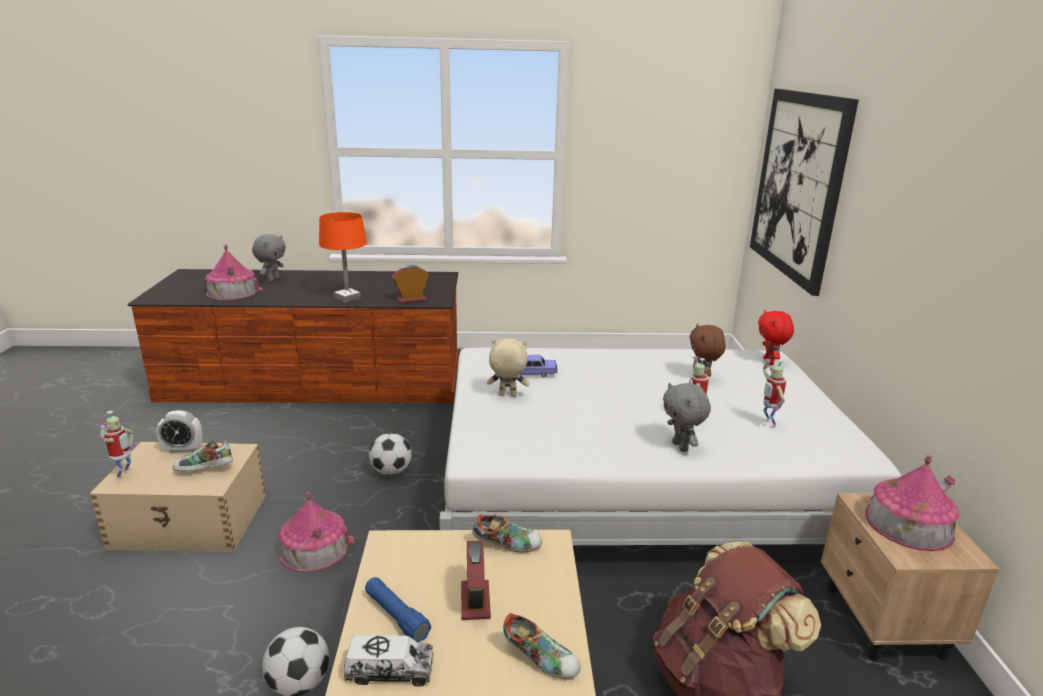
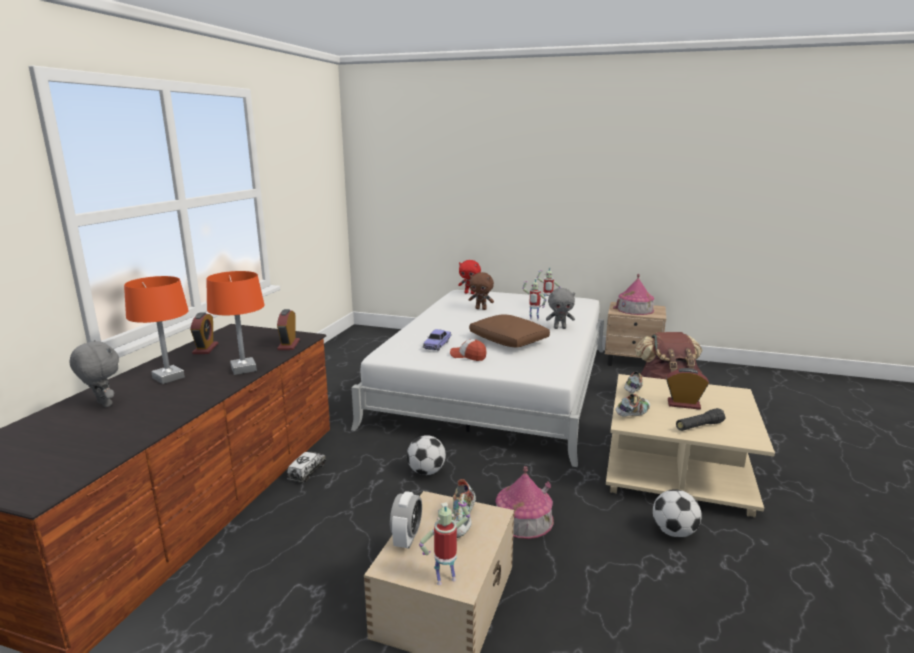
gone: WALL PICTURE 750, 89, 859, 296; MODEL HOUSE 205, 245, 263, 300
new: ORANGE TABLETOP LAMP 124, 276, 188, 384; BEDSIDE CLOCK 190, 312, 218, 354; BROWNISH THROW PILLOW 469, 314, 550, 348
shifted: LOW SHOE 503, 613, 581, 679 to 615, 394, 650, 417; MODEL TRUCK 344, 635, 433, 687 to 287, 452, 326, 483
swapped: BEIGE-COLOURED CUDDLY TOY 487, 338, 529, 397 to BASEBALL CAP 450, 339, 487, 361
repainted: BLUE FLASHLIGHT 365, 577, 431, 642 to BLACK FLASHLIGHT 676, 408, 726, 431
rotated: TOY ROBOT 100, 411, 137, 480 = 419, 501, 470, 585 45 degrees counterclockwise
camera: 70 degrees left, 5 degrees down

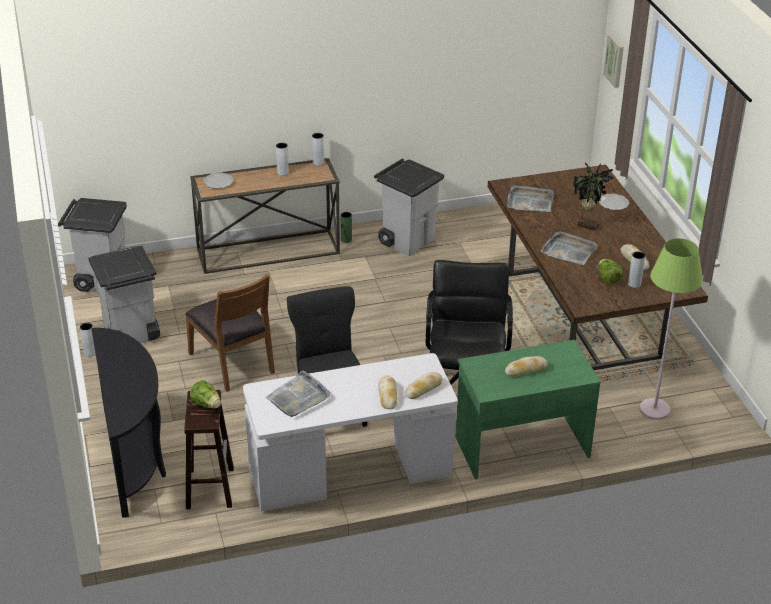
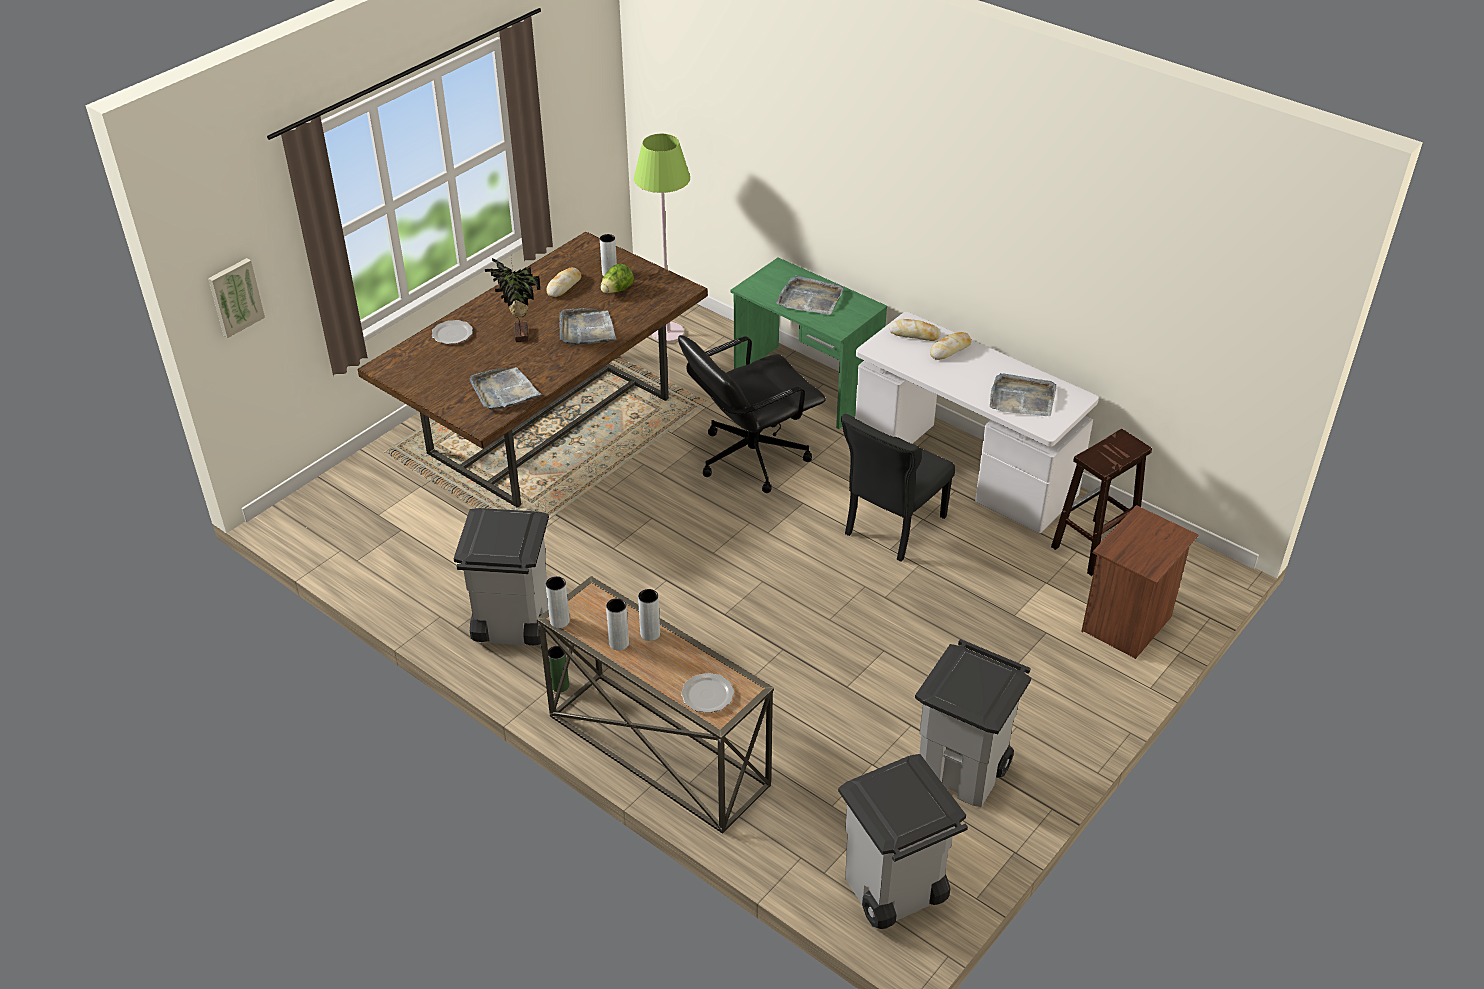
gone: BROWNISH CHAIR 185, 274, 275, 392; HEAD OF LETTUCE 190, 380, 221, 408
shifted: GREY VASE 80, 323, 96, 357 to 638, 589, 660, 641
swapped: BLACK HALL TABLE 91, 328, 166, 518 to BROWNISH NIGHTSTAND 1081, 505, 1198, 659; BAKED BREAD 505, 356, 548, 376 to GREY SERVING TRAY 776, 275, 844, 315
camera: 125 degrees left, 5 degrees up

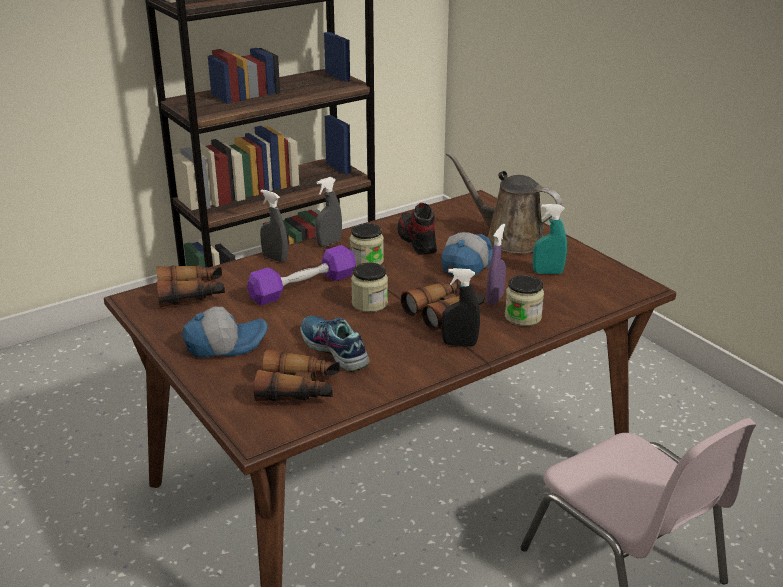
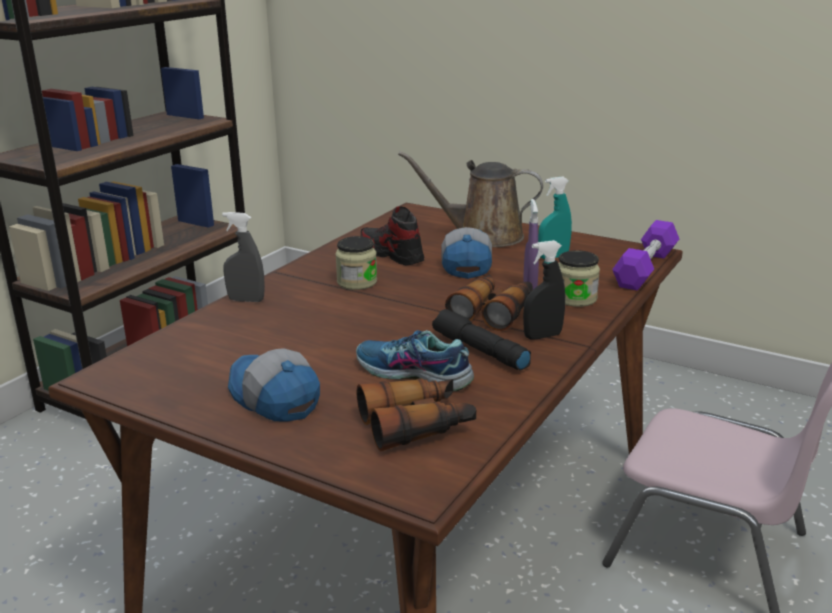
gone: GREY SPRAY BOTTLE 315, 177, 342, 247; STORAGE JAR 351, 262, 388, 312; BINOCULARS 156, 265, 225, 308
new: BLACK FLASHLIGHT 432, 309, 531, 371
shifted: PURPLE-COLOURED FREE WEIGHT 247, 245, 356, 306 to 612, 220, 679, 291
rotated: BASEBALL CAP 182, 306, 268, 358 = 228, 348, 320, 422 90 degrees counterclockwise
camera: 25 degrees left, 5 degrees down

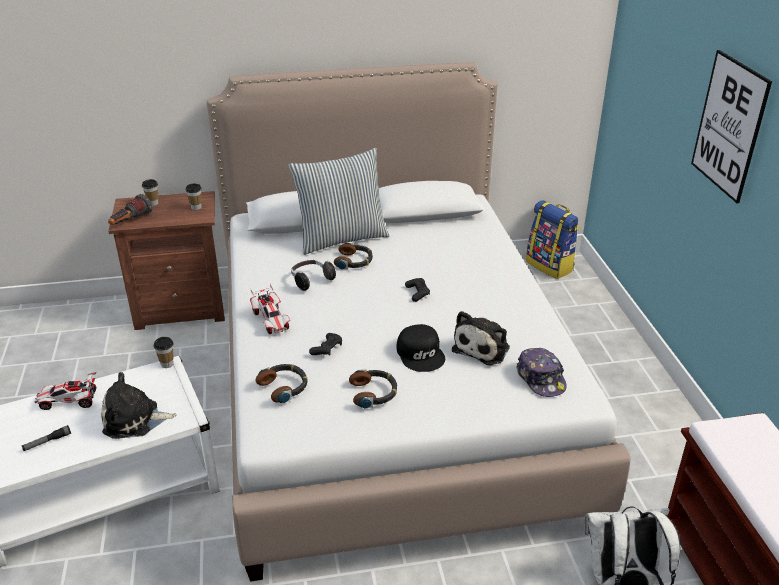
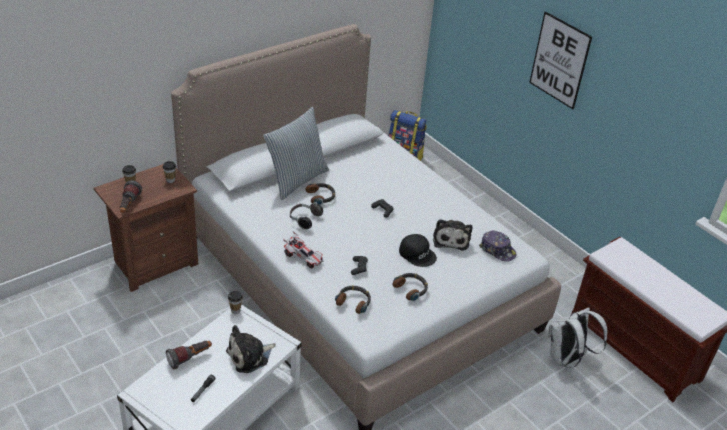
swapped: MINIATURE CAR 34, 372, 97, 410 to FLASHLIGHT 166, 341, 212, 369
camera: 30 degrees left, 5 degrees up

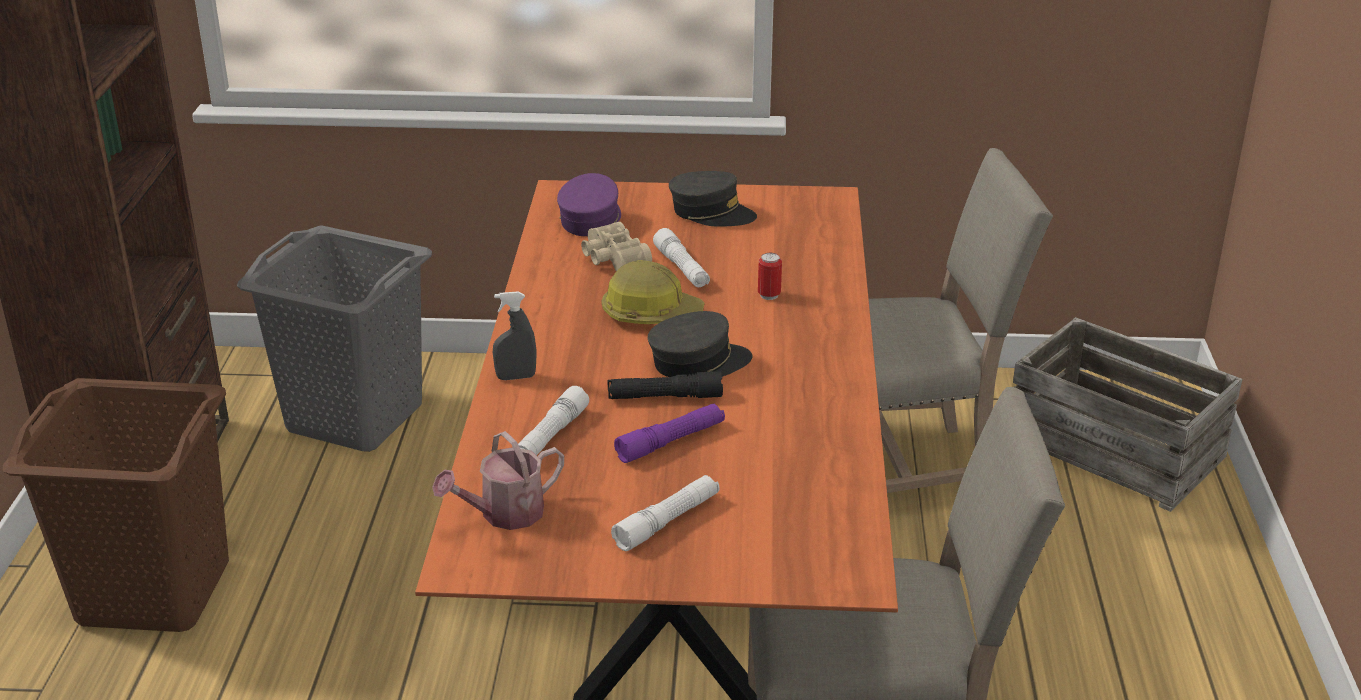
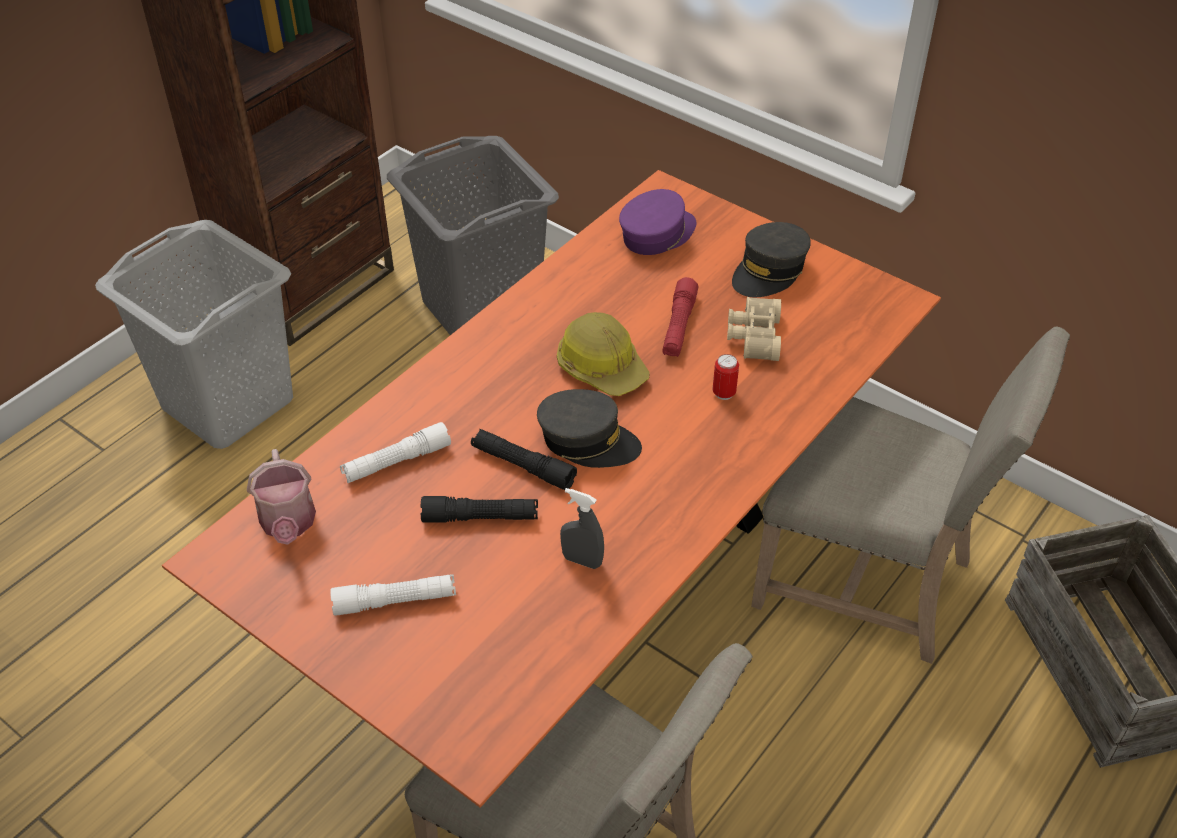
shifted: BEIGE-COLOURED BINOCULARS 581, 222, 652, 271 to 727, 297, 781, 361; GREY SPRAY BOTTLE 493, 291, 536, 380 to 560, 488, 604, 569
repainted: WHITE FLASHLIGHT 653, 228, 710, 287 to REDDISH FLASHLIGHT 663, 277, 698, 357; BROWNISH WASHING BASKET 3, 378, 229, 632 to GREY WASHING BASKET 95, 220, 293, 449; PURPLE-COLOURED FLASHLIGHT 614, 403, 725, 463 to BLACK FLASHLIGHT 421, 496, 538, 522
rotated: GREY BASEBALL CAP 669, 171, 757, 227 = 732, 222, 811, 297 75 degrees clockwise; SPRINKLING CAN 432, 431, 564, 530 = 247, 449, 316, 545 105 degrees counterclockwise
camera: 35 degrees right, 15 degrees up

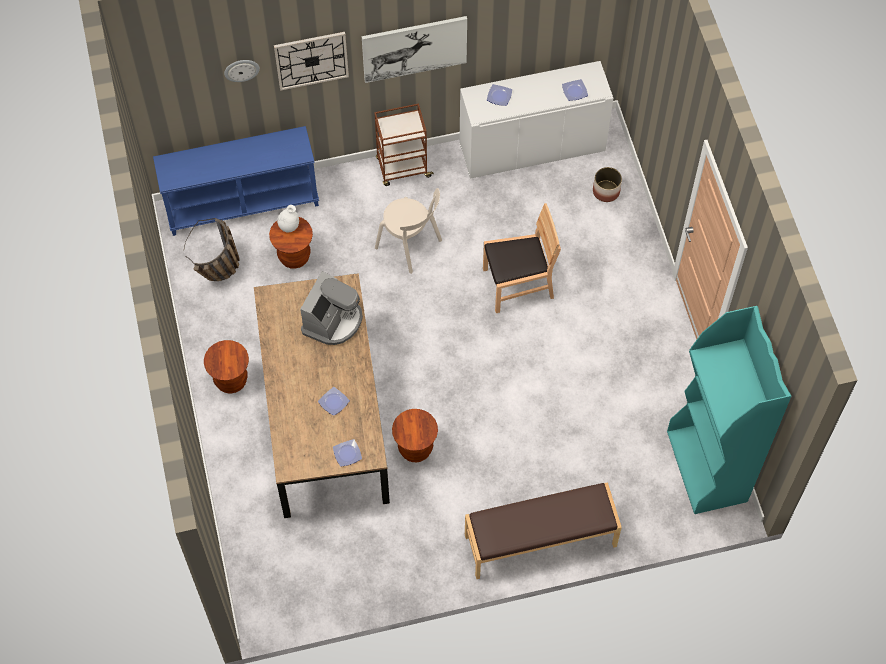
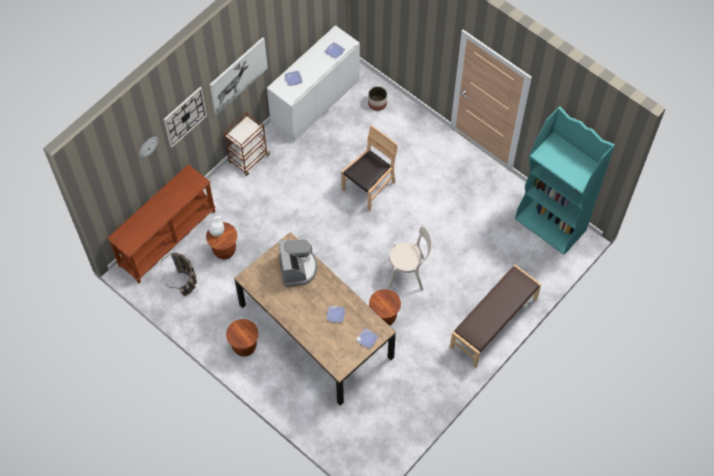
shifted: BEIGE-COLOURED CHAIR 375, 188, 442, 274 to 388, 226, 432, 291
repainted: BLUE HALL TABLE 153, 126, 319, 236 to BROWNISH HALL TABLE 108, 164, 215, 283
camera: 35 degrees left, 0 degrees up

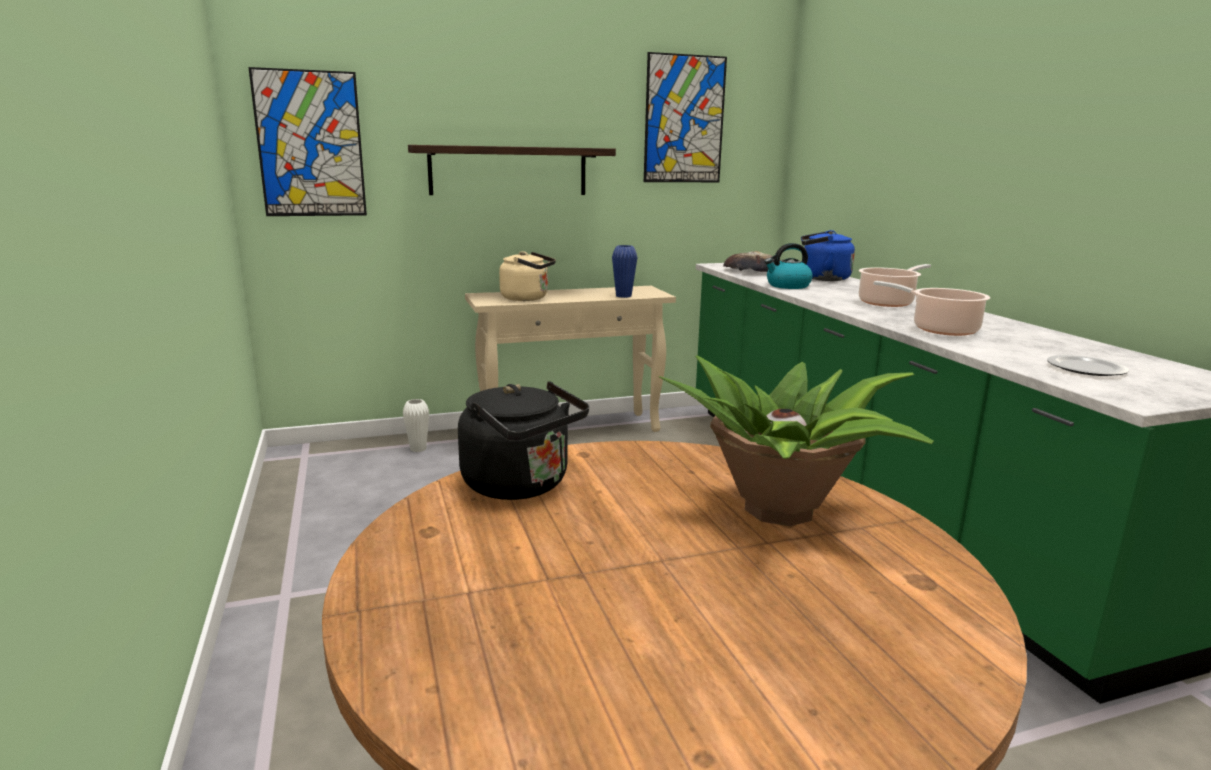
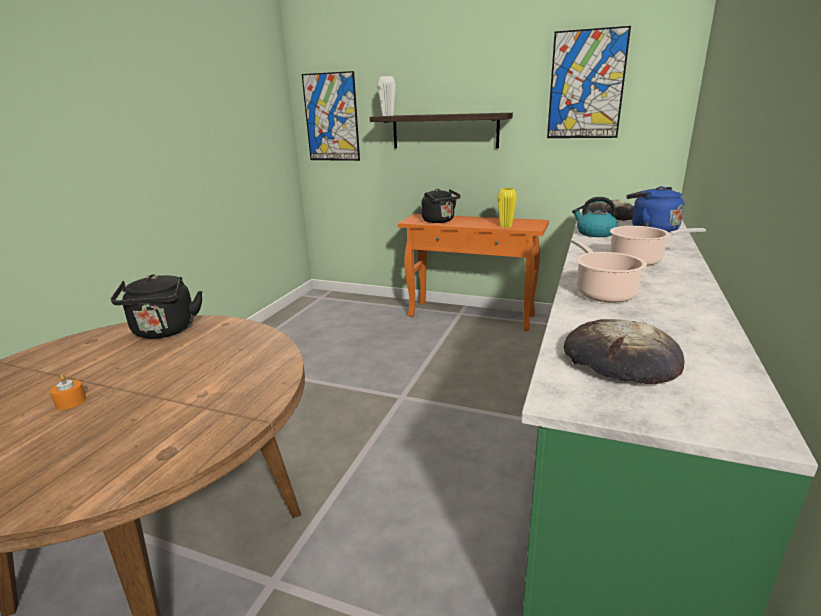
gone: HOUSEPLANT 659, 355, 934, 526
new: ORANGE CANDLE 50, 374, 86, 410
shifted: WHITE VASE 403, 399, 429, 452 to 377, 76, 396, 116
swapped: FLAT DISH 1047, 355, 1129, 376 to BAKED BREAD 564, 319, 684, 384
repainted: BLUE VASE 612, 245, 637, 298 to YELLOWISH VASE 498, 188, 517, 228; BEIGE-COLOURED KETTLE 499, 251, 556, 301 to BLACK KETTLE 421, 189, 461, 223; BEIGE-COLOURED HALL TABLE 465, 286, 676, 432 to ORANGE HALL TABLE 398, 214, 549, 331
camera: 40 degrees right, 5 degrees up

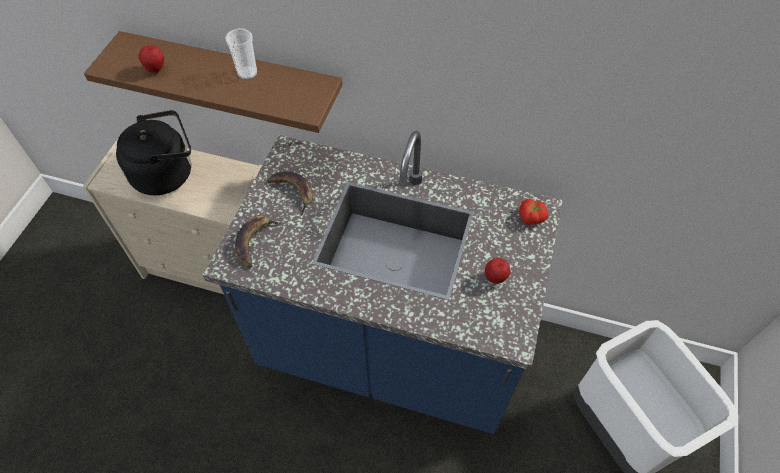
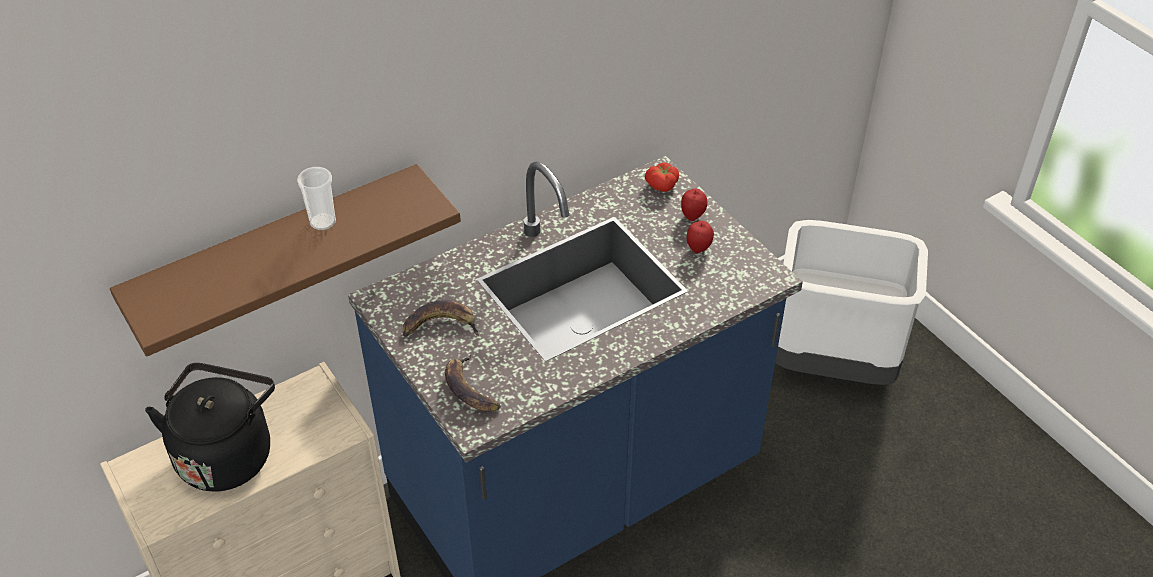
shifted: APPLE 139, 45, 164, 73 to 681, 188, 707, 221
camera: 50 degrees left, 10 degrees down

